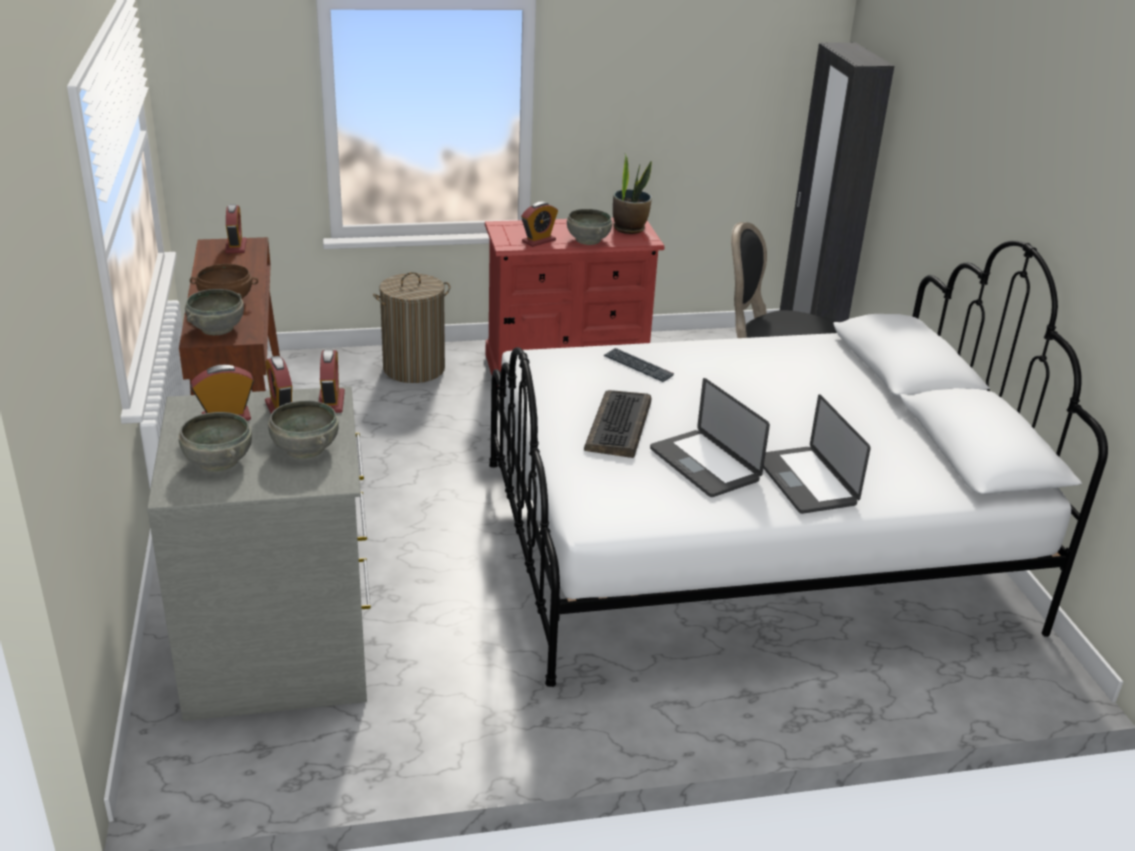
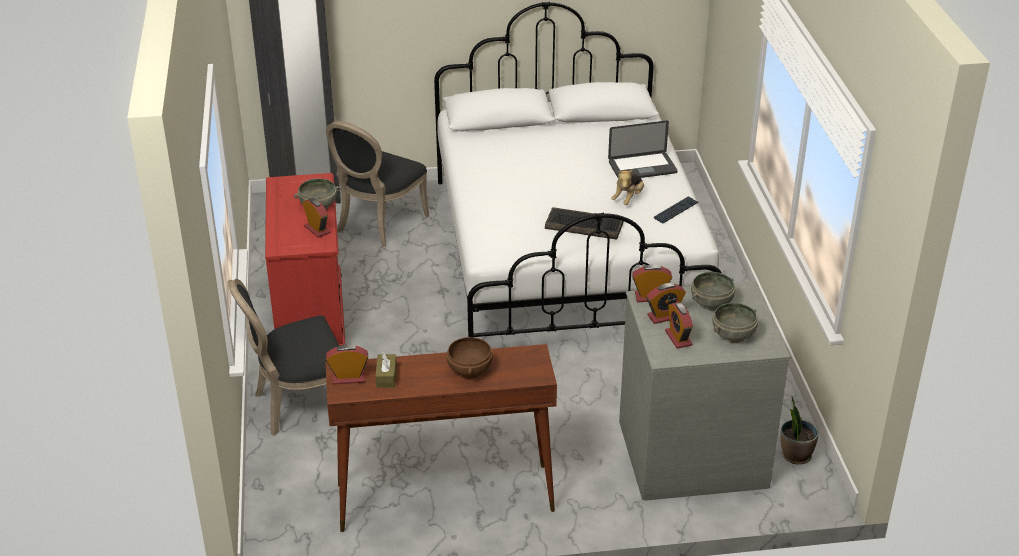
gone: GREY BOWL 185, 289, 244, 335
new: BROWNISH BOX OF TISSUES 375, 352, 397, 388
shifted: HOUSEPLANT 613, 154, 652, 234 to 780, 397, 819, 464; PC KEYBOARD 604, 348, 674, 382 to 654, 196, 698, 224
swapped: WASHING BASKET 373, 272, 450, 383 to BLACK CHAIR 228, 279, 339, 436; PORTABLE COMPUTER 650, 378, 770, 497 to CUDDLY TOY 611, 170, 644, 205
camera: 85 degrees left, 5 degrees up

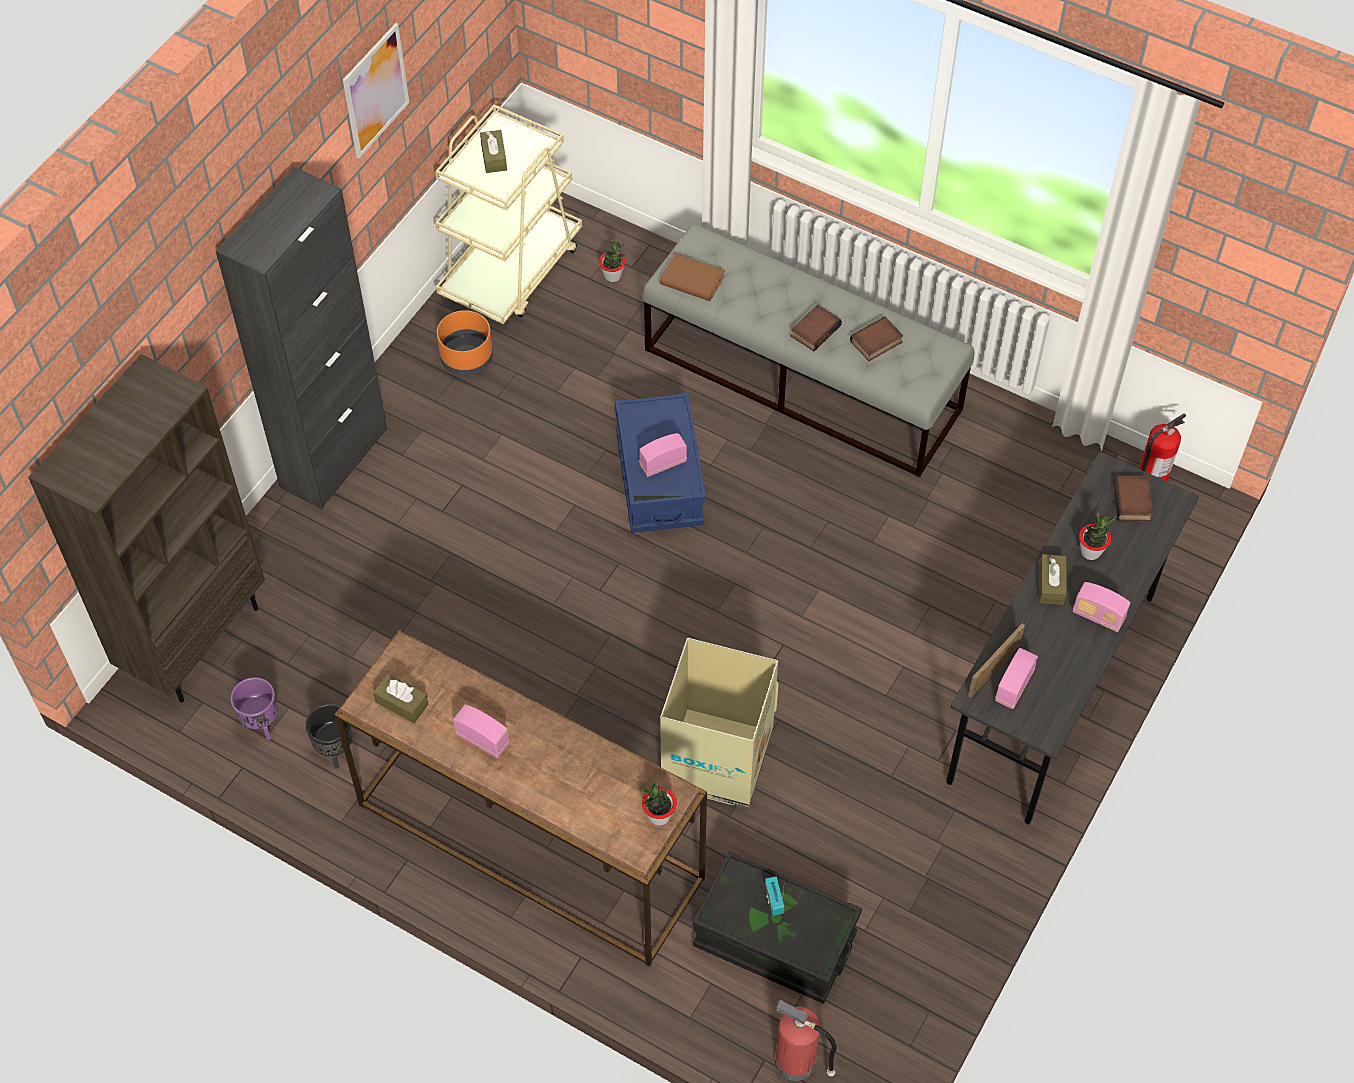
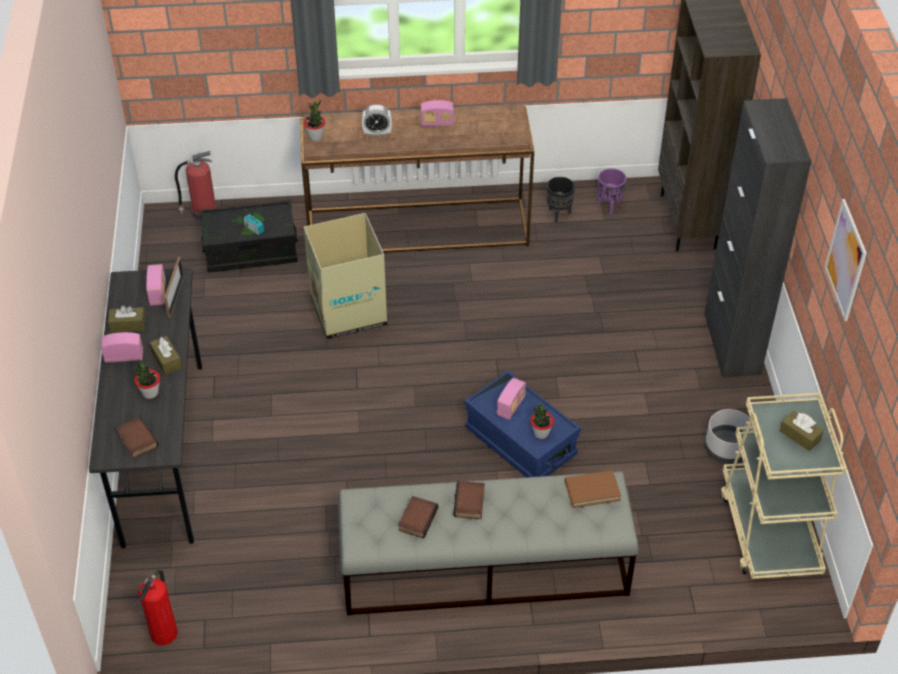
new: BEDSIDE CLOCK 362, 104, 392, 136
shifted: HOUSEPLANT 599, 239, 626, 282 to 530, 404, 554, 439; BROWNISH BOX OF TISSUES 373, 674, 429, 723 to 108, 305, 146, 332
repainted: ORANGE PLANT POT 437, 310, 493, 376 to GREY PLANT POT 705, 409, 754, 464
camera: 145 degrees right, 10 degrees down

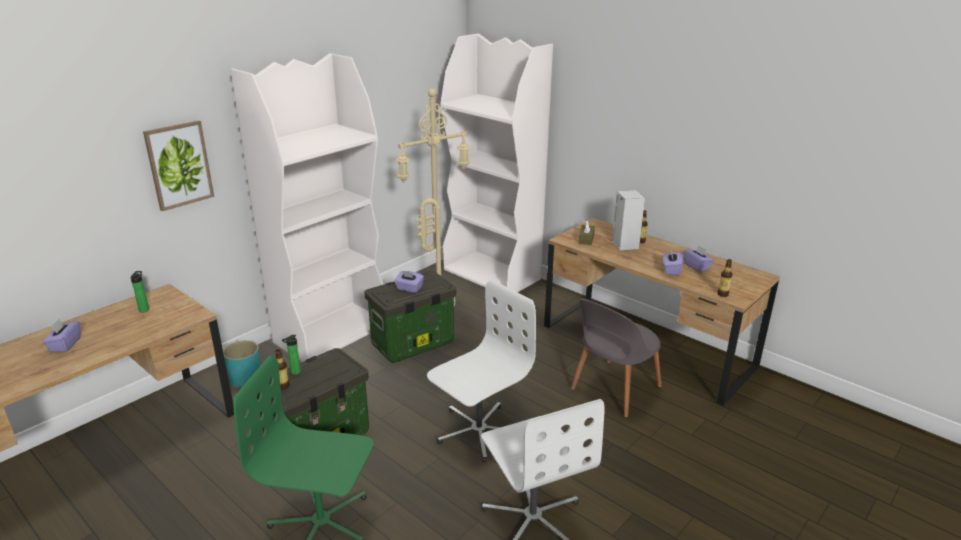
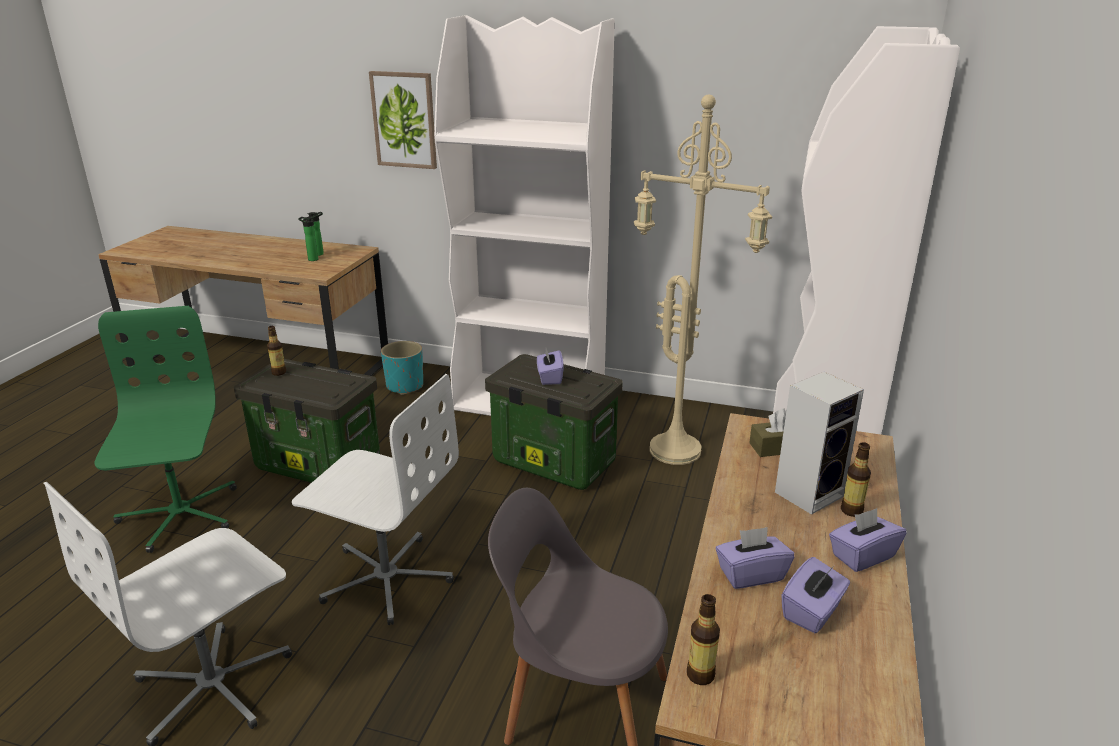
shifted: PURPLE-COLOURED BOX OF TISSUES 43, 319, 81, 352 to 829, 508, 906, 572; BOTTLE 282, 335, 301, 375 to 298, 217, 318, 261
camera: 65 degrees right, 0 degrees up

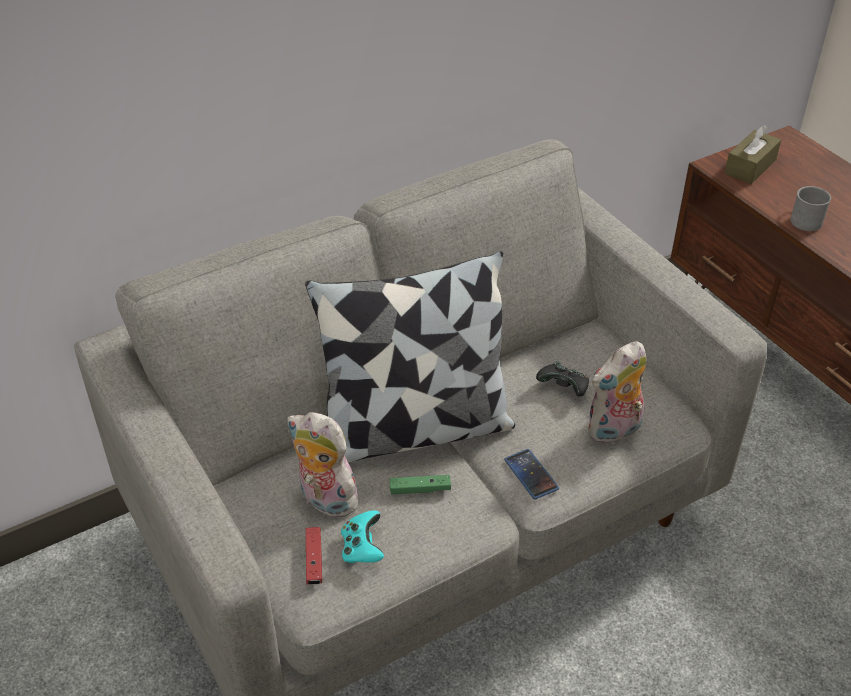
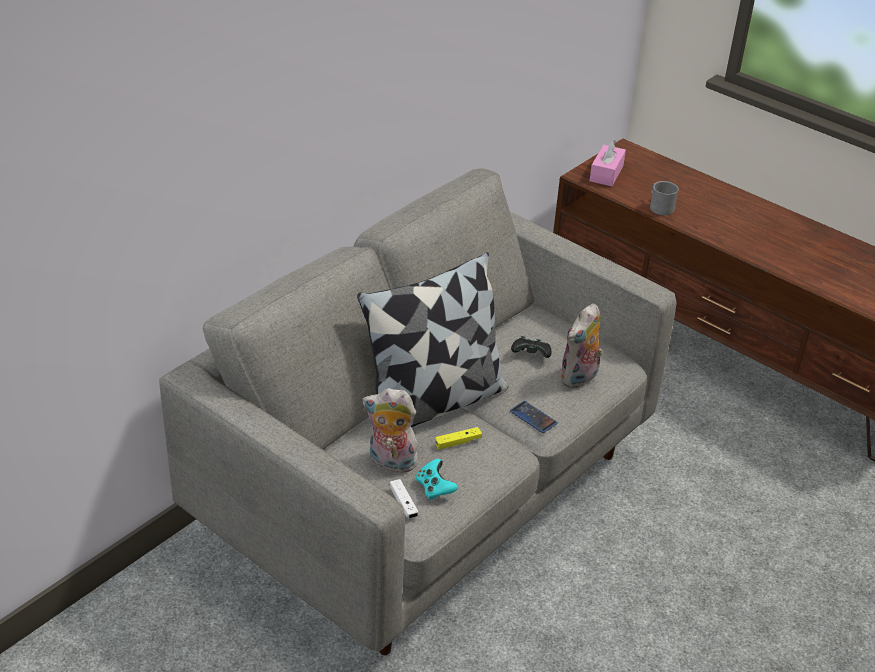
repainted: BROWNISH BOX OF TISSUES 725, 125, 781, 184 to PINKISH BOX OF TISSUES 590, 140, 626, 186; GREEN-COLOURED GAME CONTROLLER 389, 475, 451, 494 to YELLOWISH GAME CONTROLLER 435, 427, 482, 449; REDDISH GAME CONTROLLER 306, 527, 322, 585 to WHITE GAME CONTROLLER 390, 479, 419, 519
camera: 20 degrees left, 5 degrees down

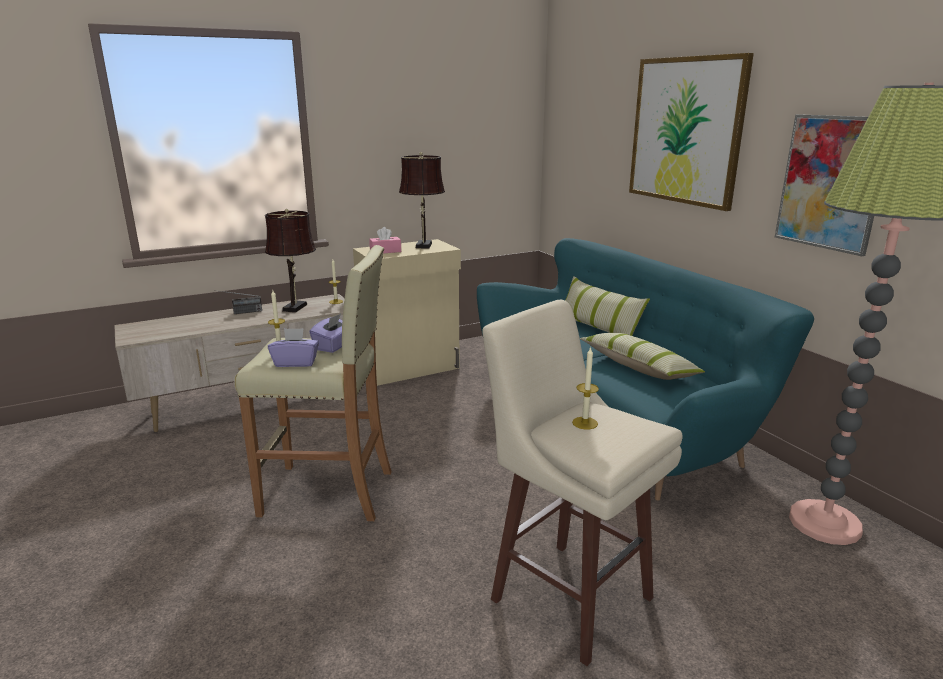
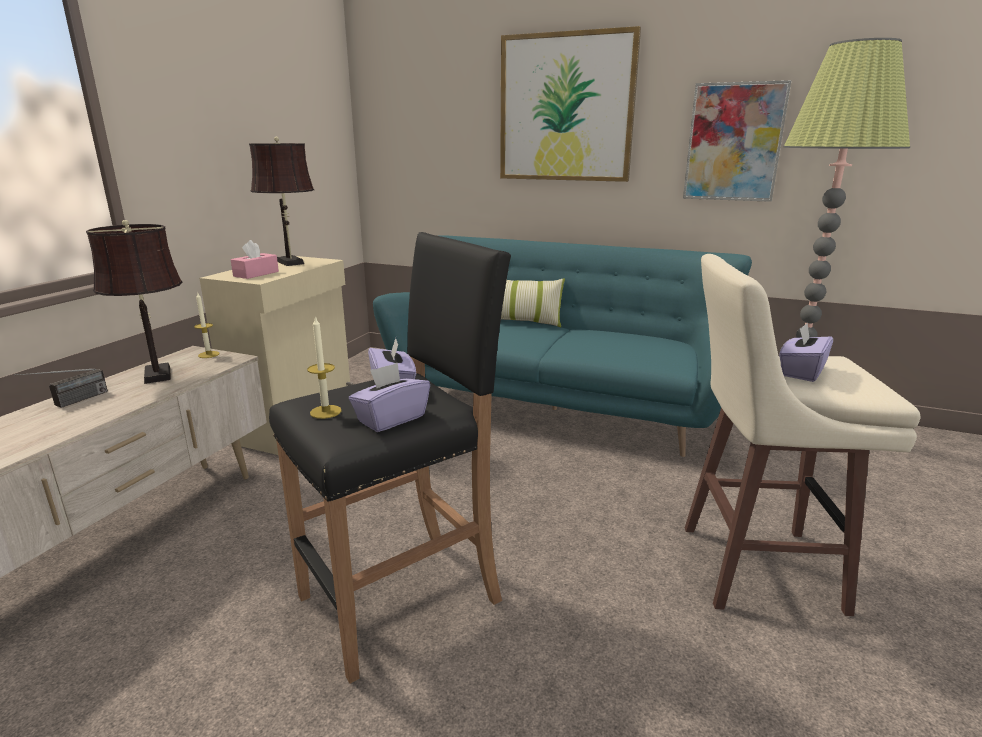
gone: THROW PILLOW 580, 333, 705, 380
swapped: CANDLE 572, 346, 599, 430 to PURPLE-COLOURED BOX OF TISSUES 779, 323, 833, 382
repainted: BEIGE-COLOURED STOOL 234, 245, 392, 521 to BLACK STOOL 269, 232, 511, 684
camera: 40 degrees left, 0 degrees up

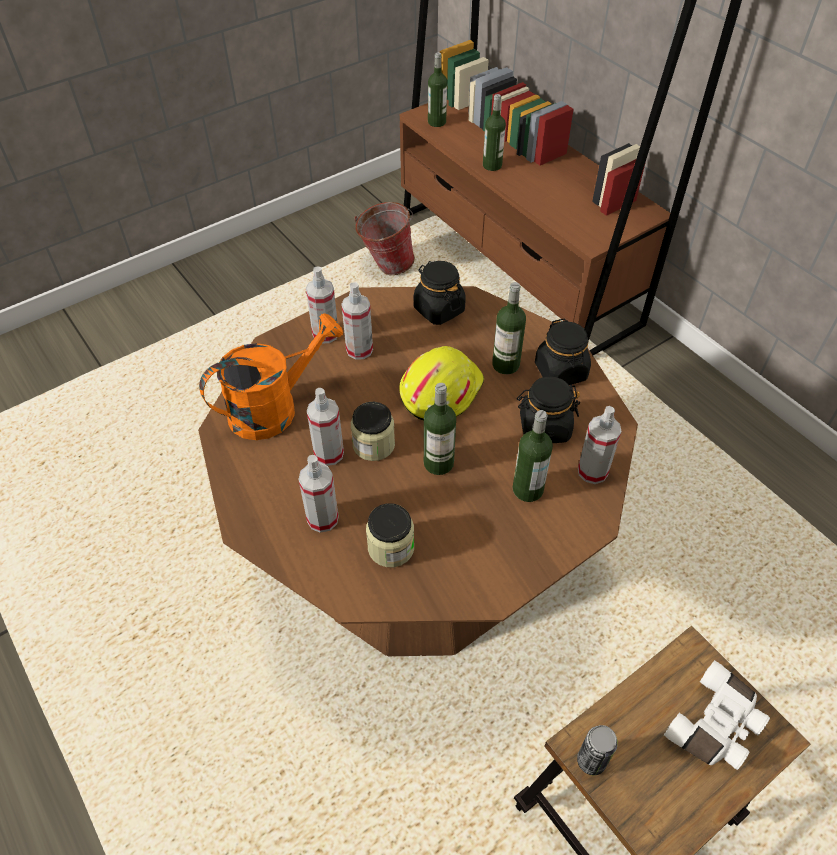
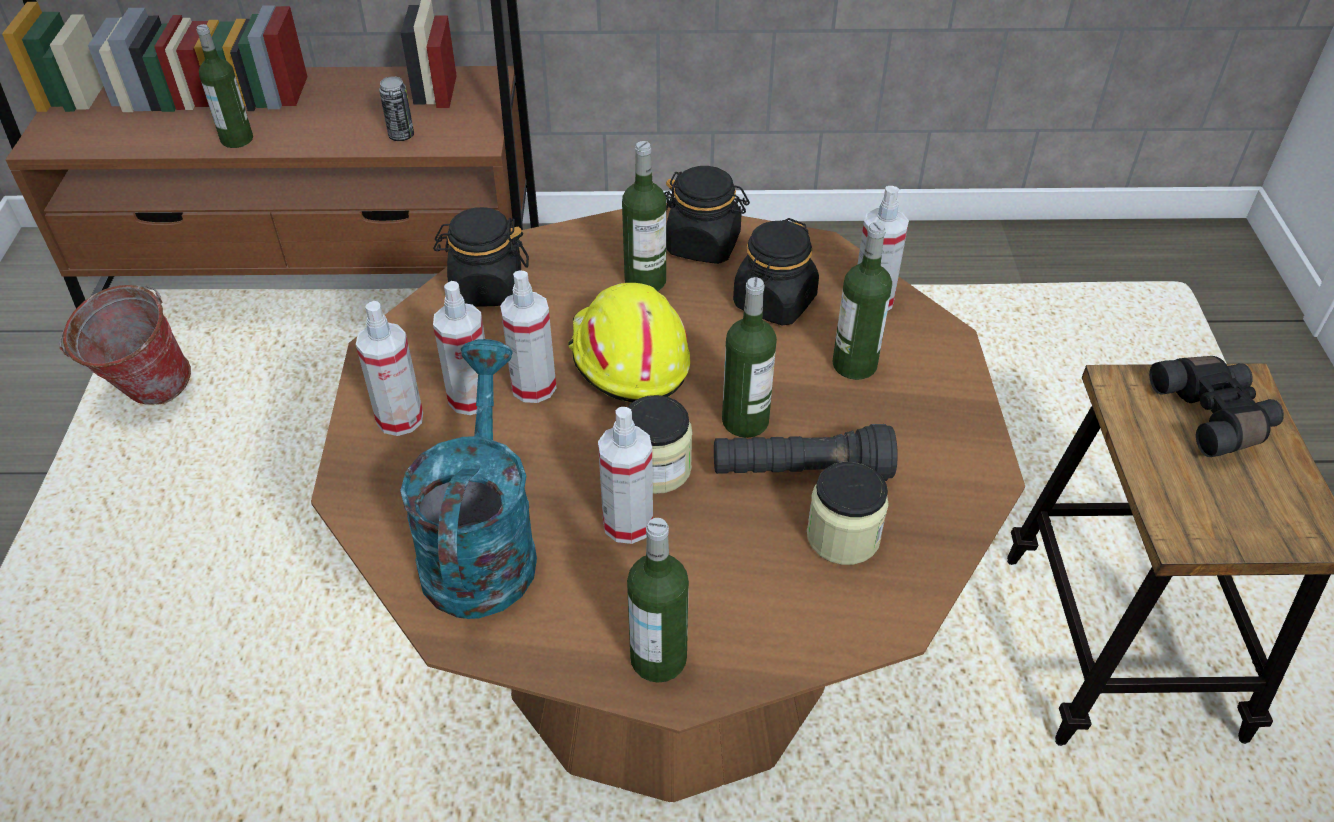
new: BLACK FLASHLIGHT 714, 424, 898, 481
shifted: BOTTLE 428, 52, 447, 127 to 627, 518, 689, 683; SPRAY BOTTLE 298, 455, 339, 533 to 500, 270, 556, 403; CAN 577, 725, 618, 775 to 379, 76, 414, 141
repainted: ORANGE SPRINKLING CAN 199, 313, 343, 440 to TURQUOISE-COLOURED SPRINKLING CAN 400, 339, 537, 619; WHITE BINOCULARS 664, 660, 770, 770 to BLACK BINOCULARS 1149, 356, 1284, 457
camera: 55 degrees left, 5 degrees down

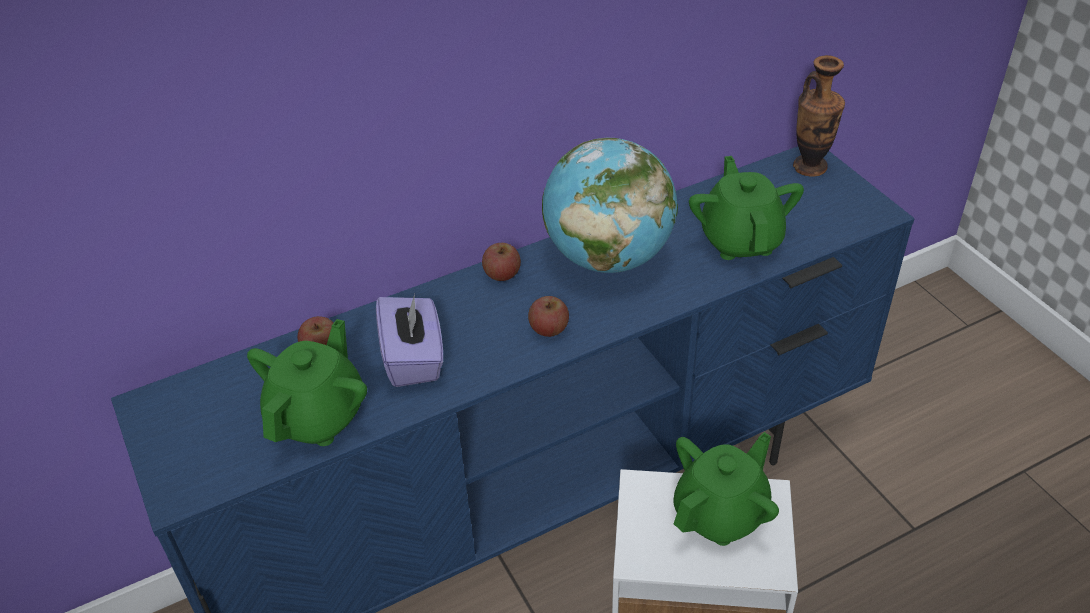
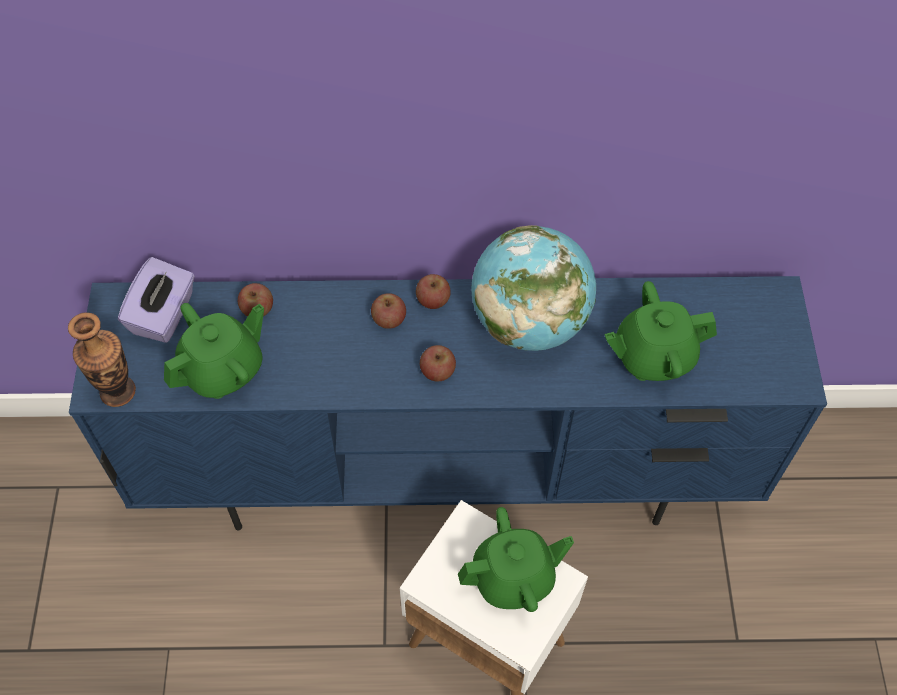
new: APPLE 371, 293, 406, 329
shifted: VASE 793, 55, 845, 177 to 68, 312, 136, 407; PURPLE-COLOURED BOX OF TISSUES 376, 294, 443, 387 to 118, 257, 195, 343
rotated: GREEN-COLOURED POT FOR TEA 689, 156, 804, 260 = 605, 281, 717, 381 120 degrees counterclockwise
camera: 25 degrees right, 15 degrees up

